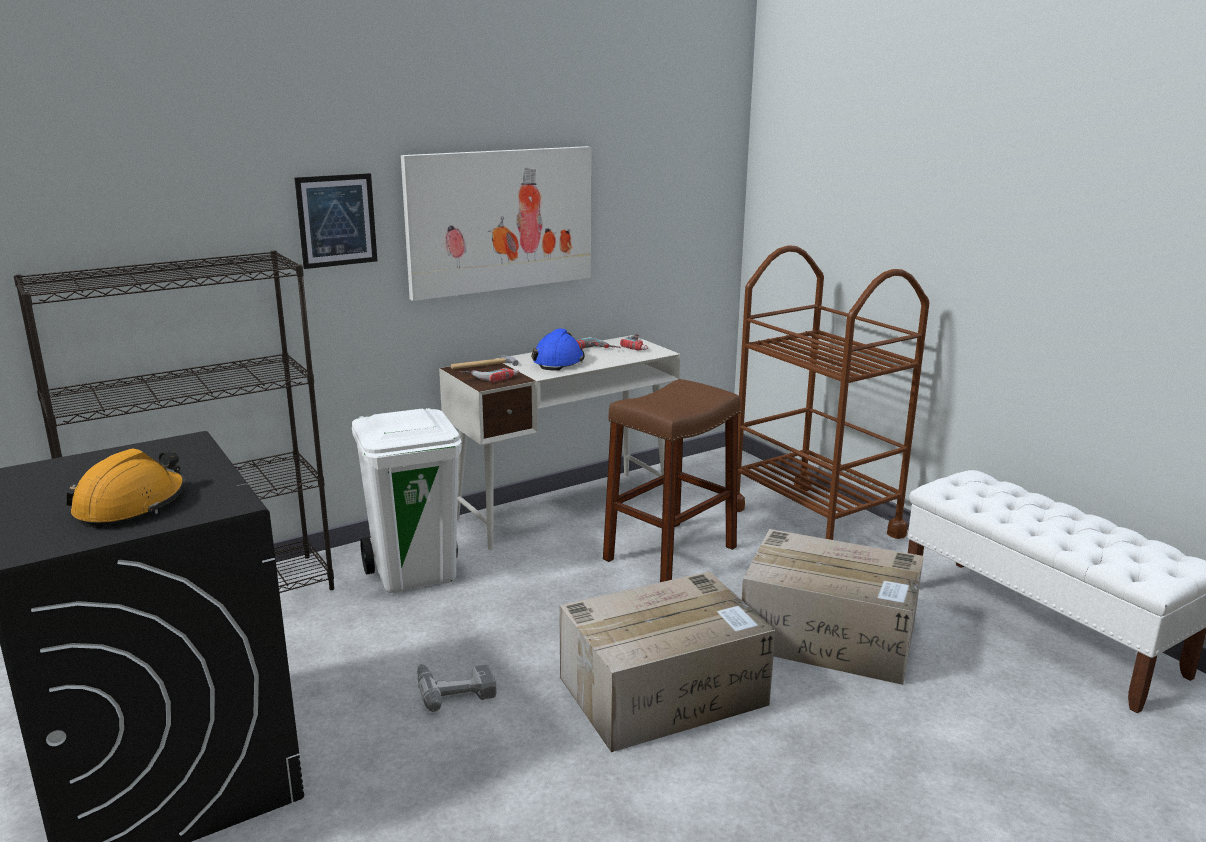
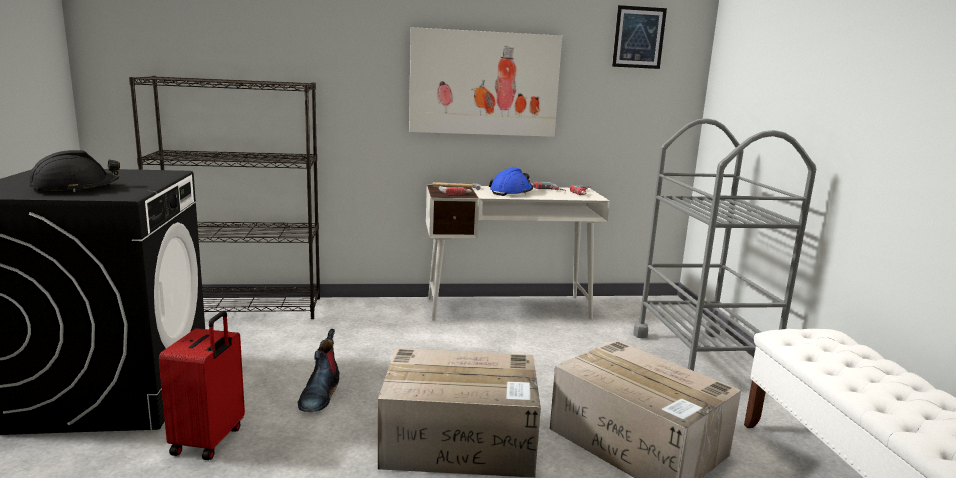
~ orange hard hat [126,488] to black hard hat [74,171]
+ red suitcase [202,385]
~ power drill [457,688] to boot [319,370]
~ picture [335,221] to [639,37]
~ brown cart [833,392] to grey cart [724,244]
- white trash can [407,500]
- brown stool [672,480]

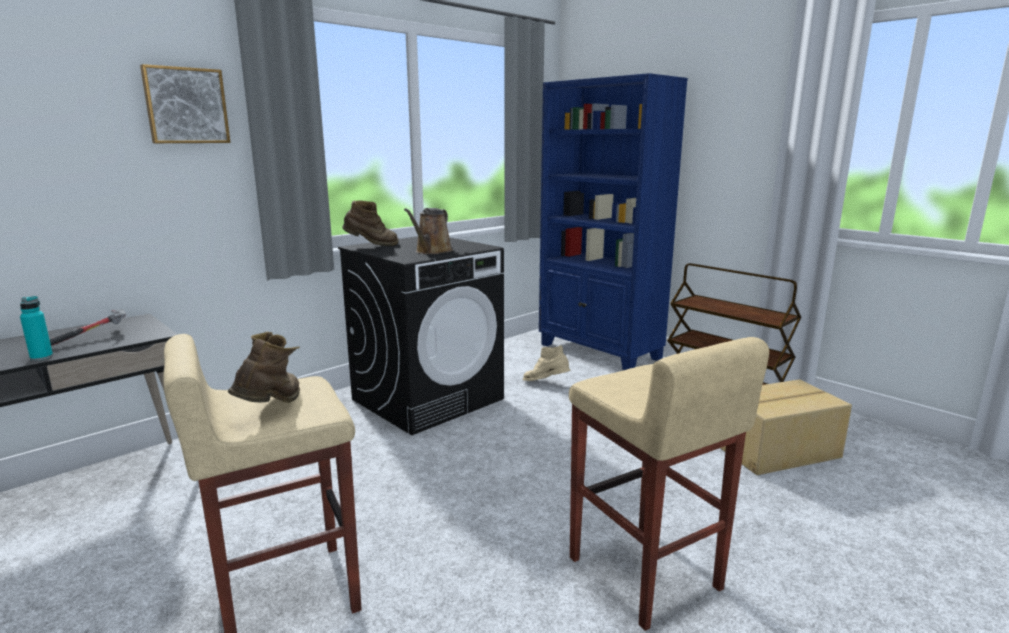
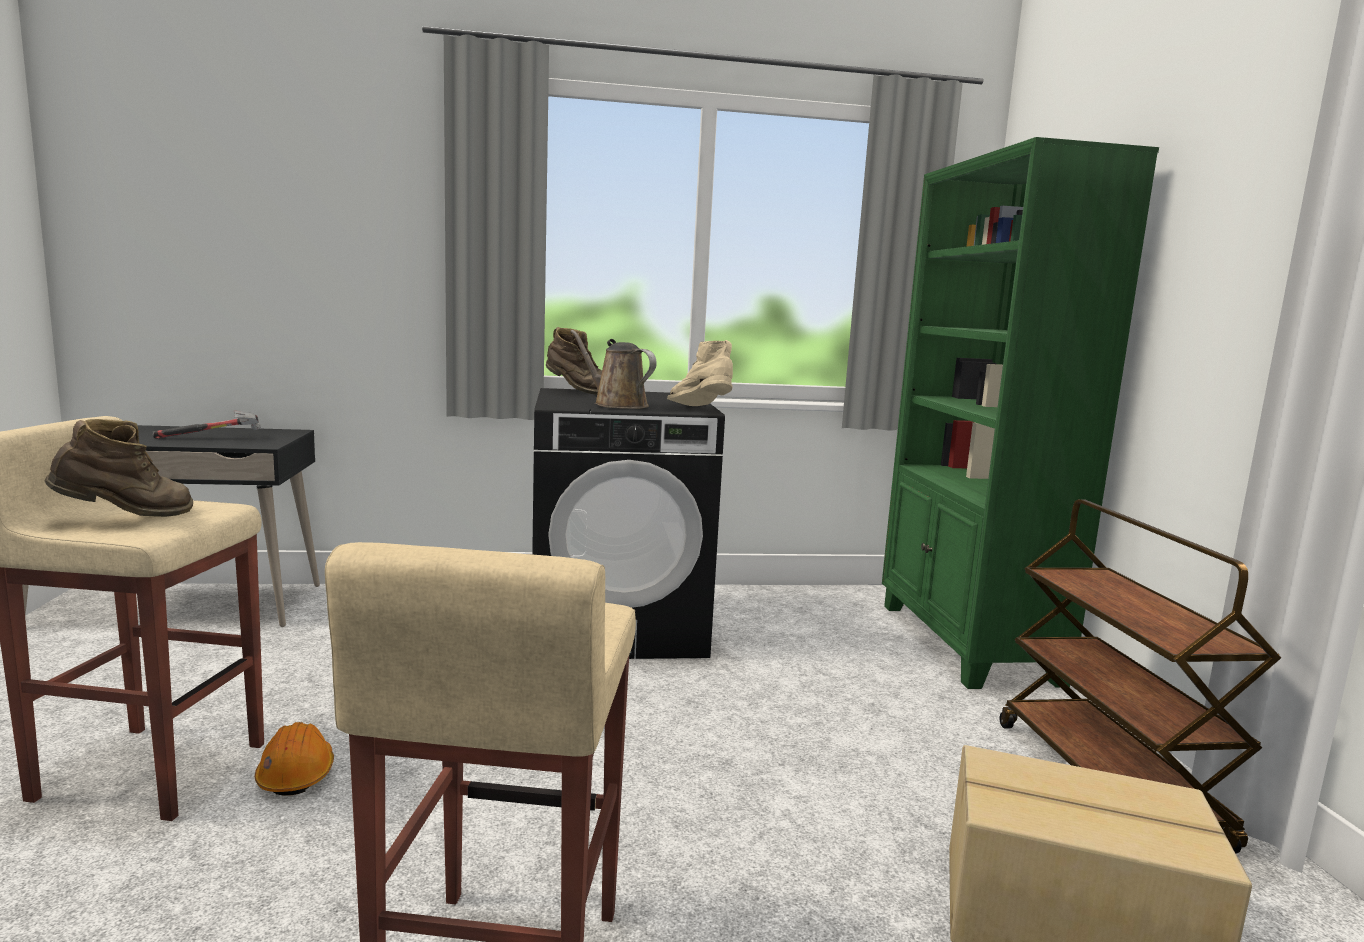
+ orange hard hat [294,759]
~ brown watering can [428,231] = [613,369] 75 degrees clockwise
~ beige boot [546,363] to [700,373]
~ blue bookcase [613,221] to green bookcase [1020,413]
- turquoise bottle [36,328]
- picture [185,103]

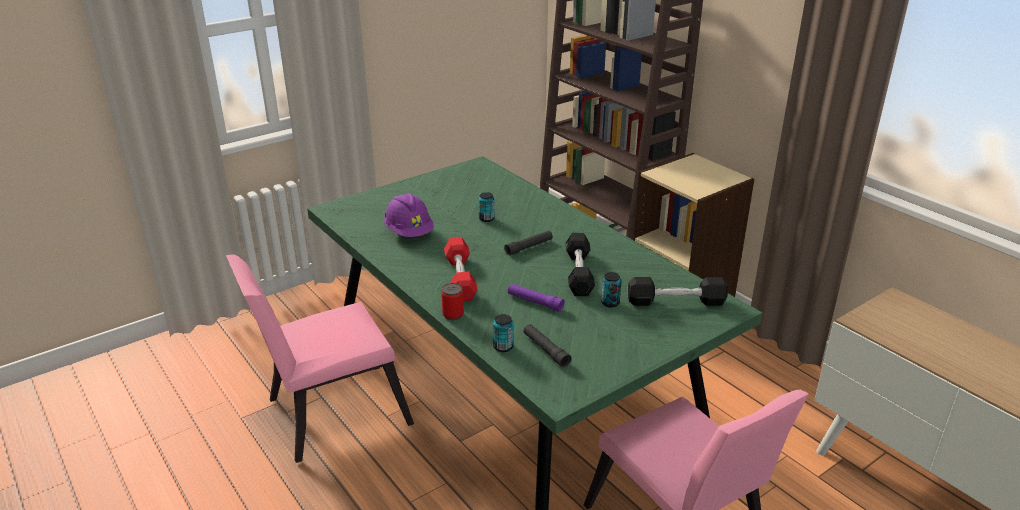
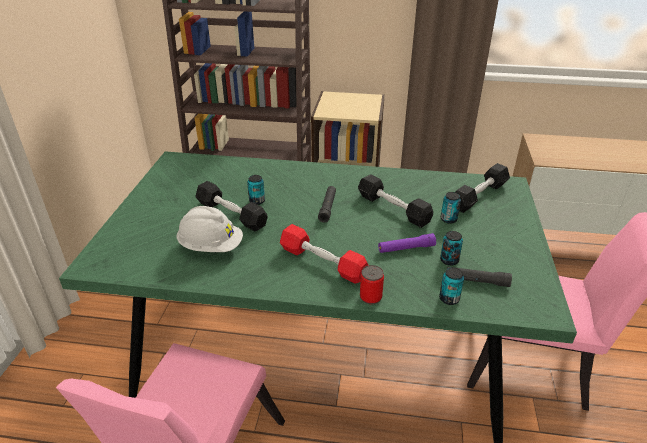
~ purple hard hat [409,215] to white hard hat [210,229]
+ black dumbbell [231,206]
+ can [451,248]

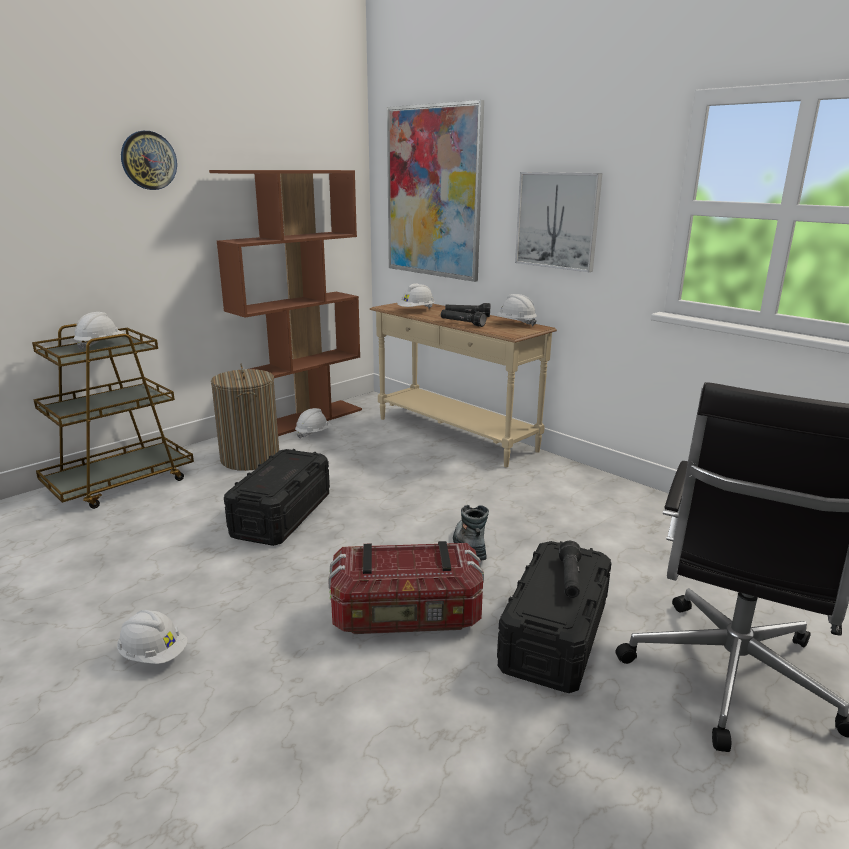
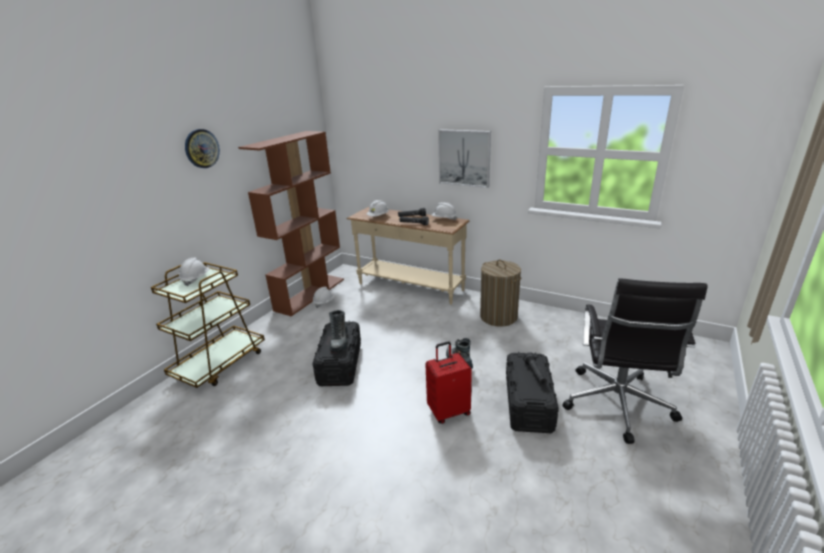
+ boot [338,331]
~ storage box [406,587] to red suitcase [448,382]
~ laundry basket [245,417] to [501,293]
- white hard hat [152,637]
- picture [435,191]

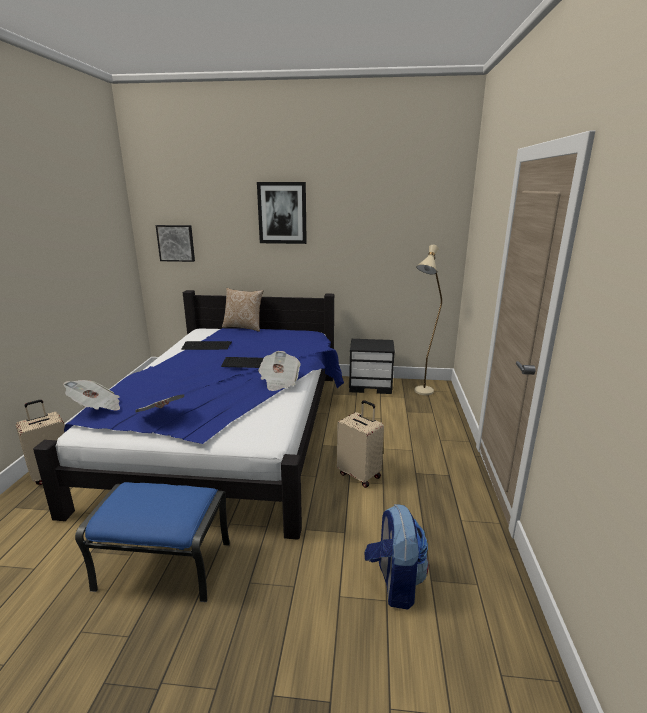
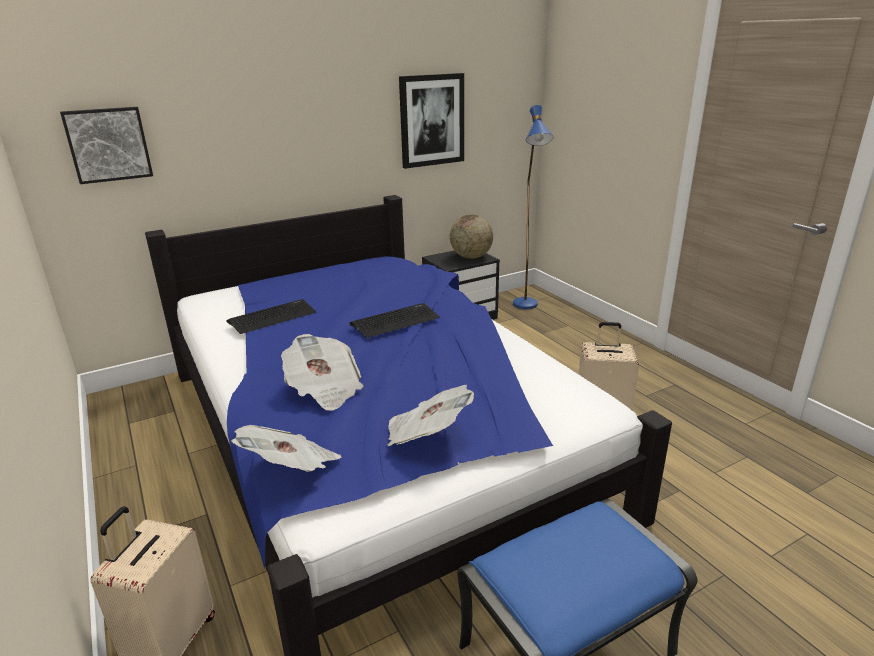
~ newspaper [279,371] to [322,372]
~ picture [282,213] to [431,121]
+ globe [471,236]
~ beige floor lamp [428,320] to blue floor lamp [533,207]
- pillow [243,310]
- backpack [396,557]

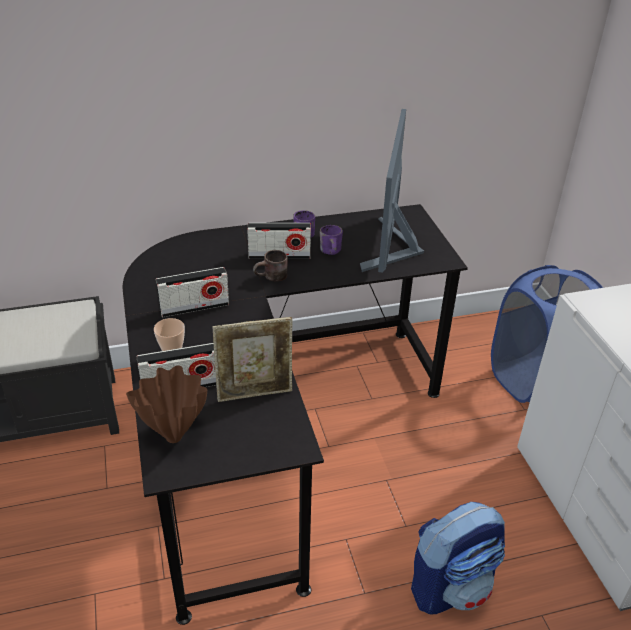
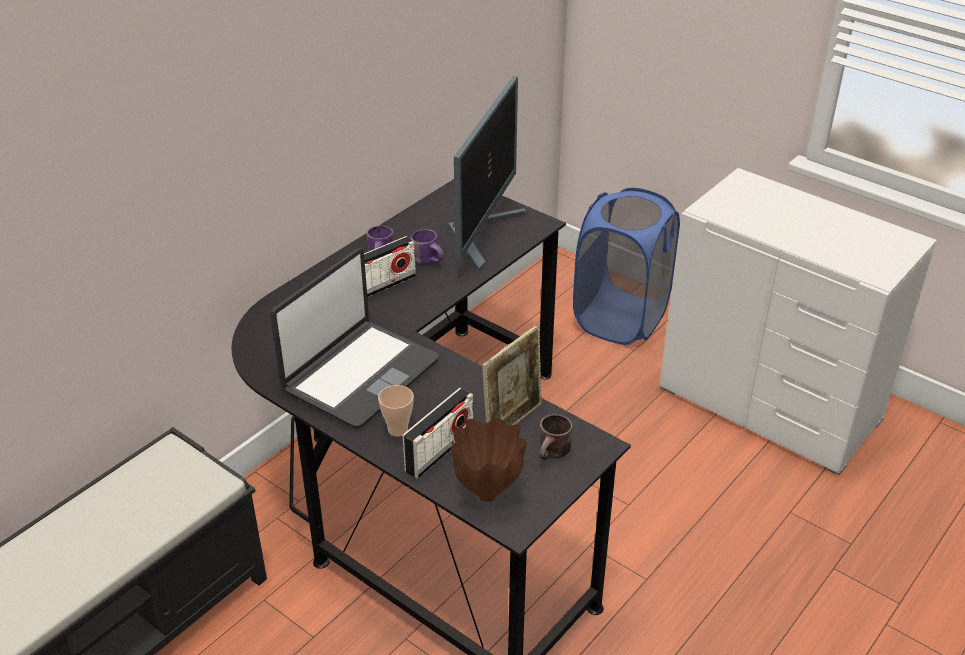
~ radio [192,292] to laptop [355,338]
~ monitor [392,191] = [487,173] 135 degrees counterclockwise
~ brown mug [270,265] to [556,437]
- backpack [458,558]

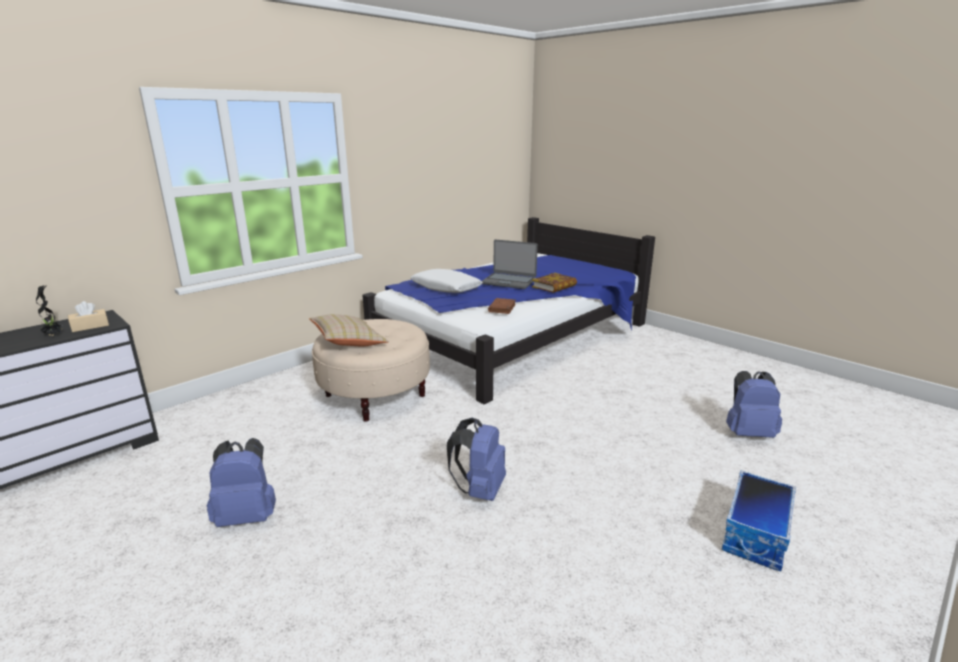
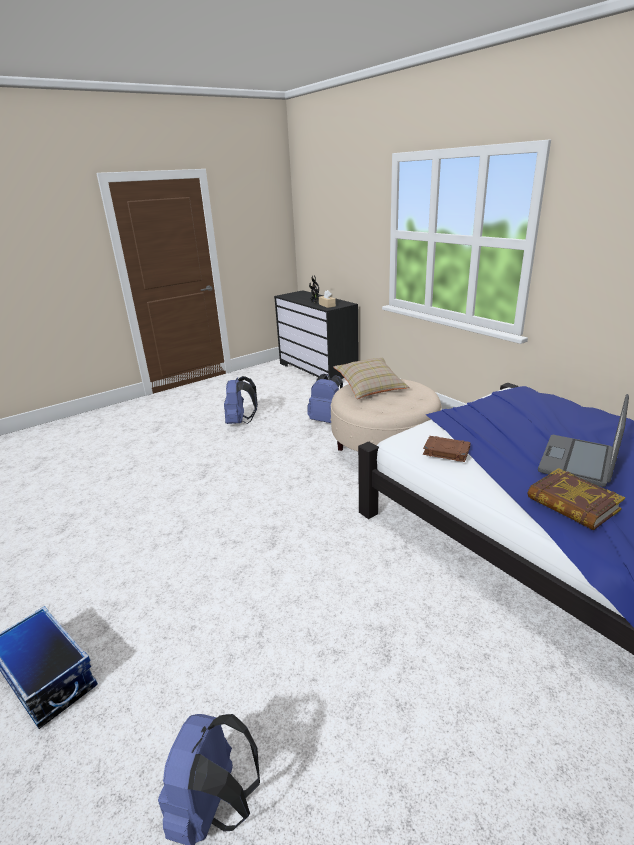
~ blue backpack [476,459] to [325,398]
- white pillow [446,281]

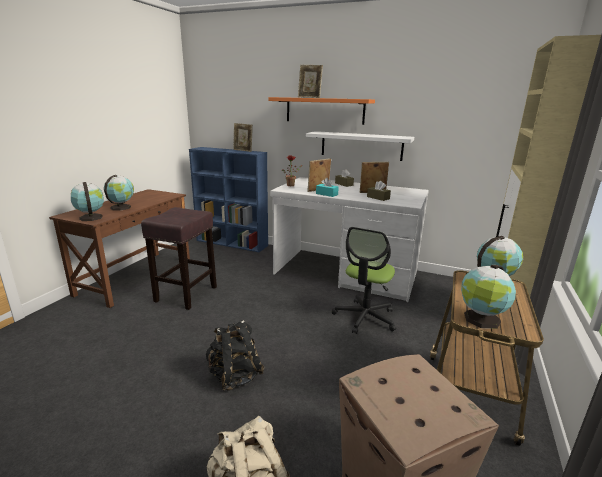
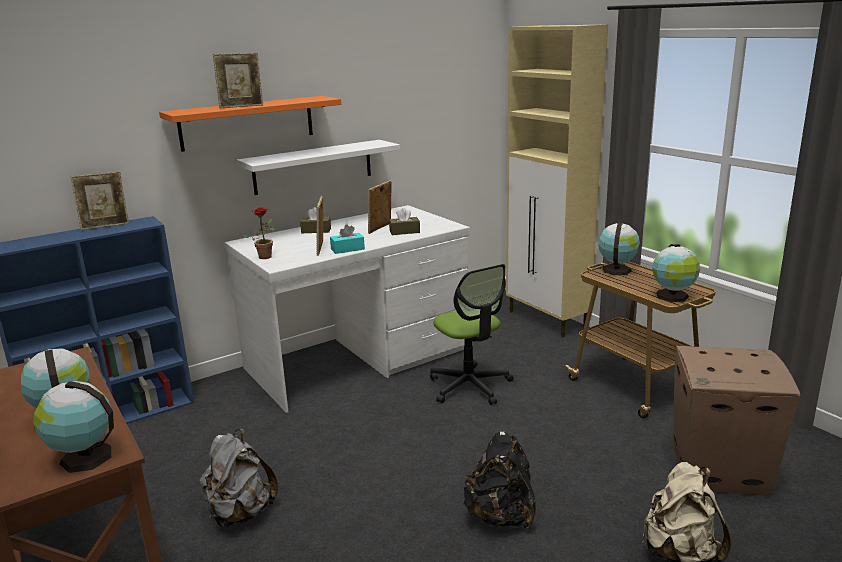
~ brown stool [179,258] to grey backpack [238,478]

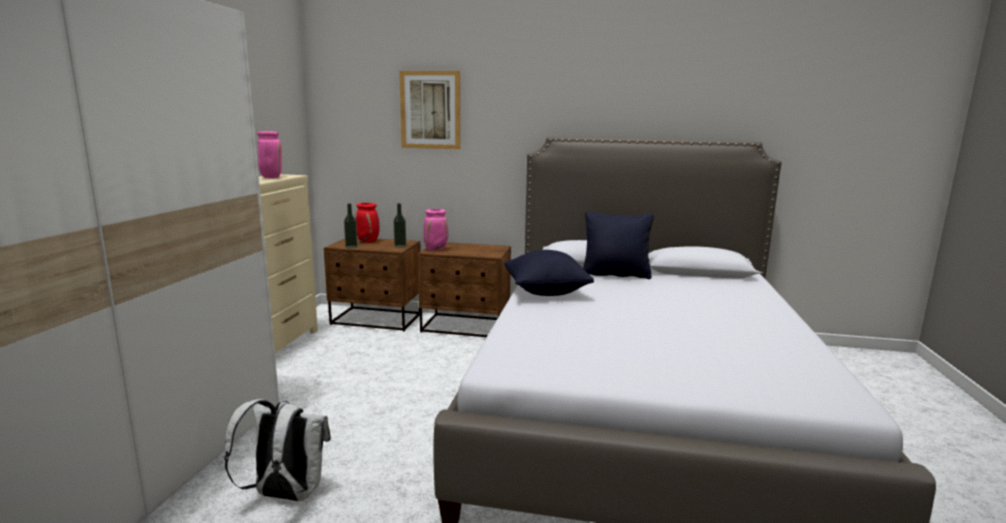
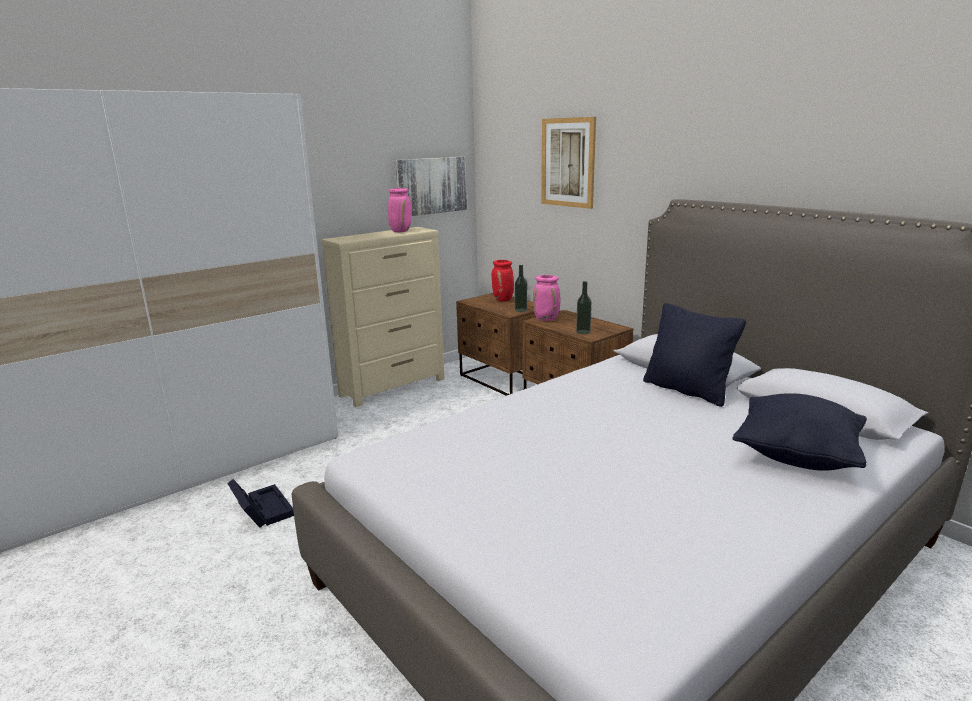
~ white backpack [277,450] to black storage box [260,503]
+ picture [430,186]
~ bottle [351,226] to [584,307]
~ black pillow [549,273] to [800,432]

